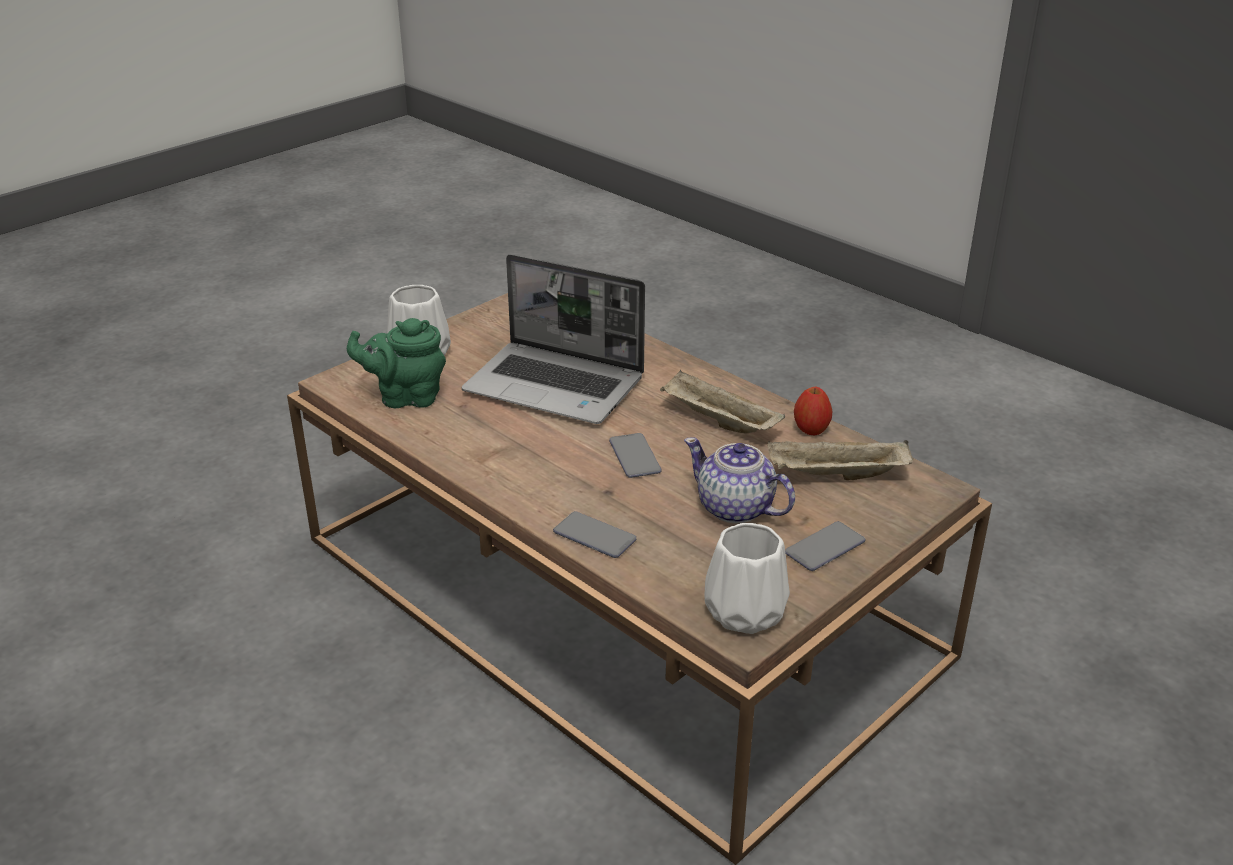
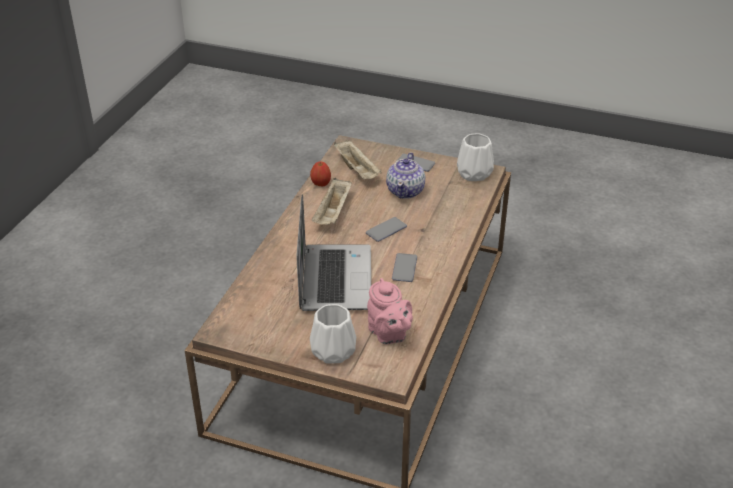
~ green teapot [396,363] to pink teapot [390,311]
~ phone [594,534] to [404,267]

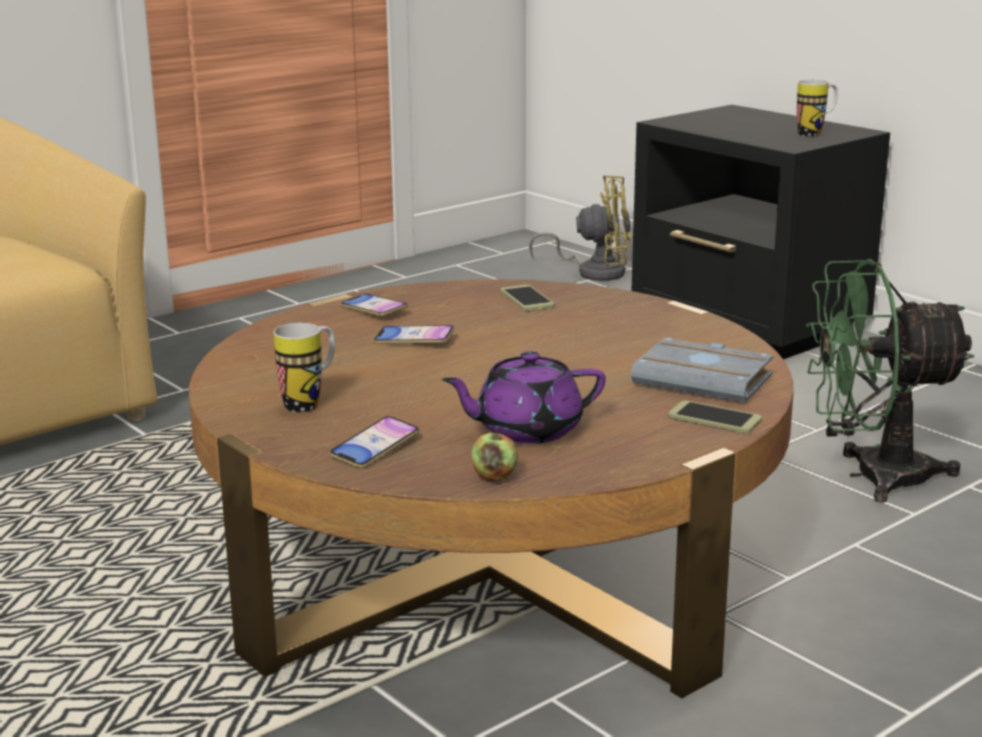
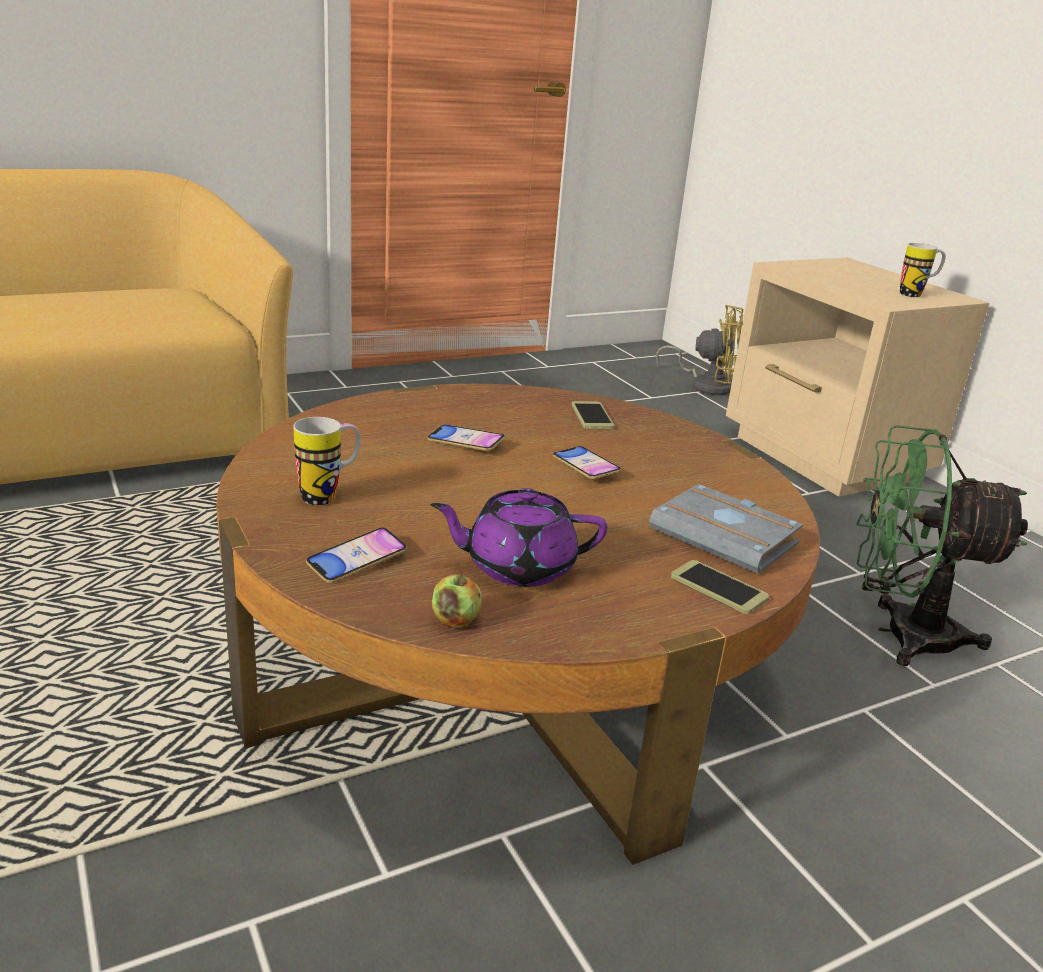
~ phone [374,305] to [587,462]
~ black nightstand [760,232] to beige nightstand [858,377]

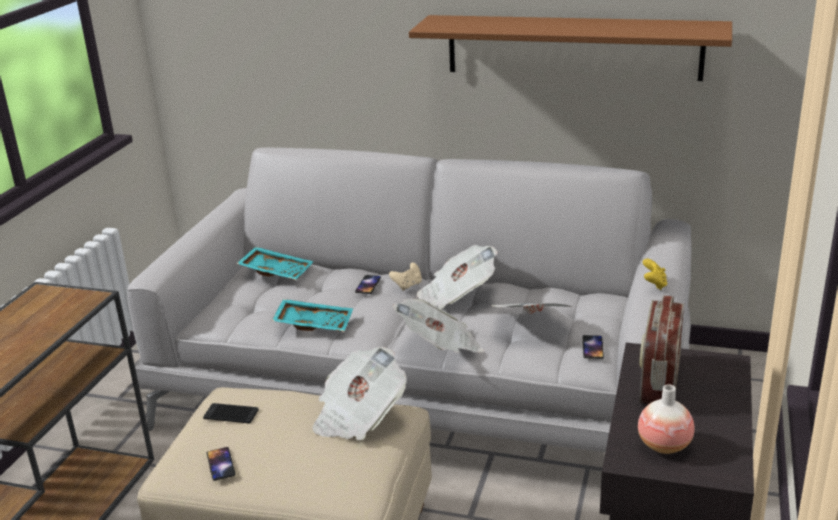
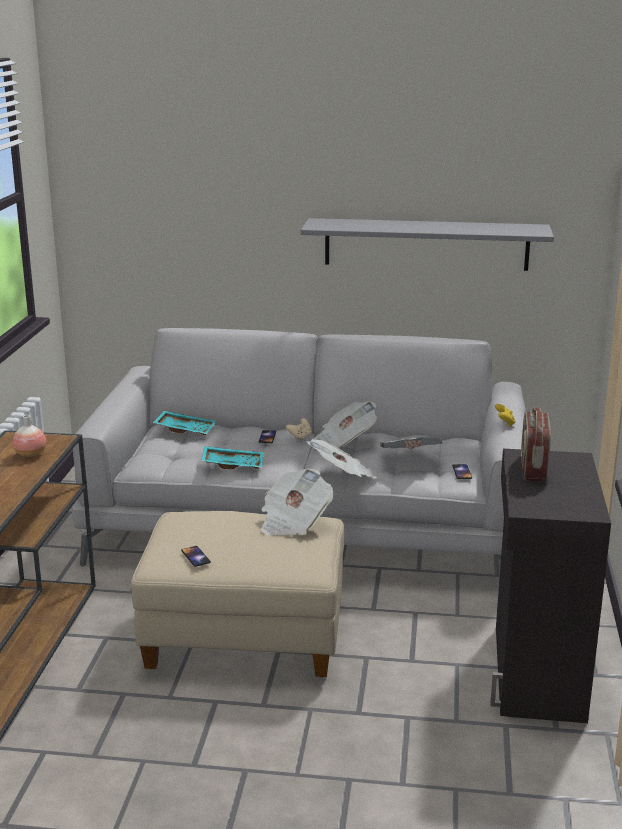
~ vase [666,419] to [29,436]
~ brown shelf [570,48] to grey shelf [427,244]
- phone [231,413]

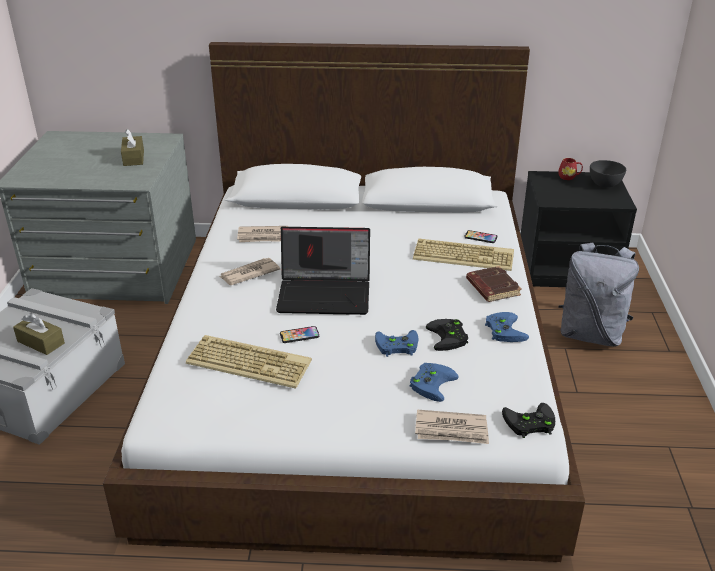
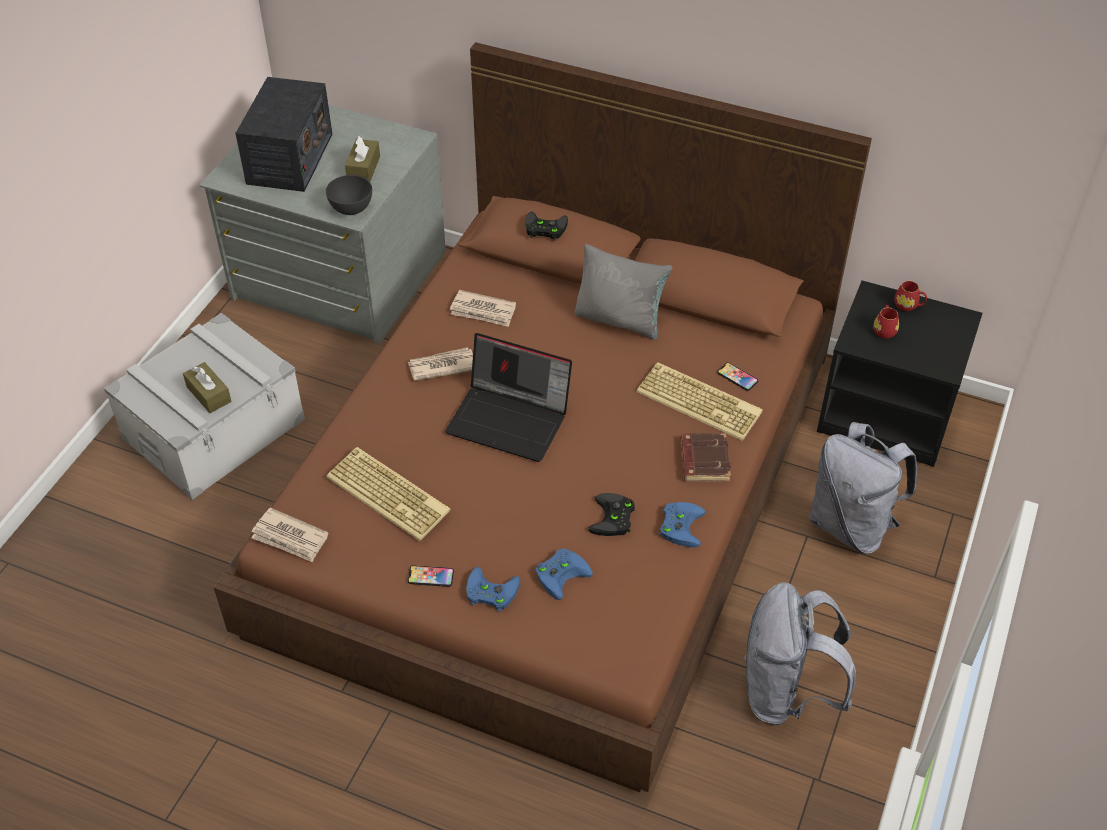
~ white bed [344,302] to brown bed [543,417]
+ radio [283,134]
~ newspaper [452,427] to [289,535]
~ grey bowl [608,174] to [349,195]
~ phone [299,334] to [431,576]
~ blue game controller [397,343] to [493,589]
~ black game controller [528,420] to [546,226]
+ grey pillow [623,291]
+ grey backpack [800,653]
+ red mug [886,322]

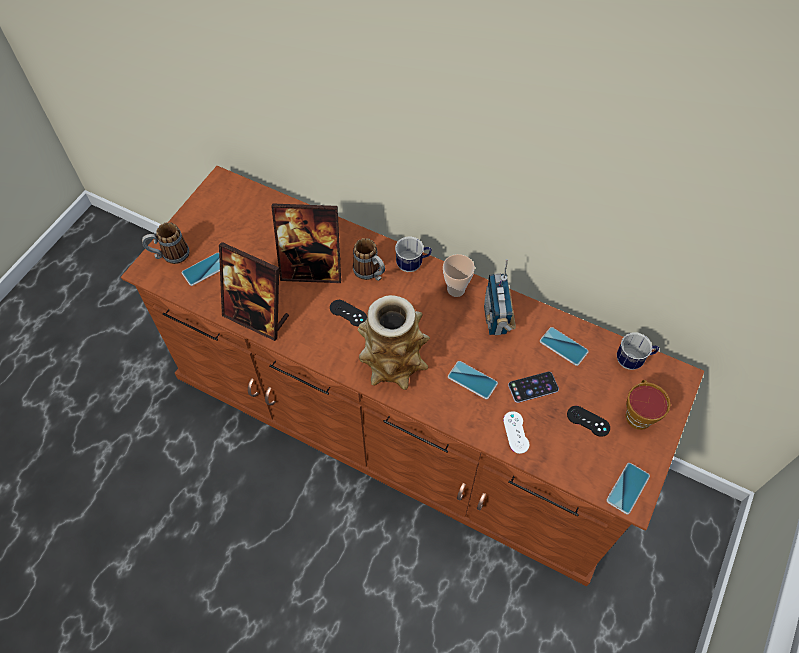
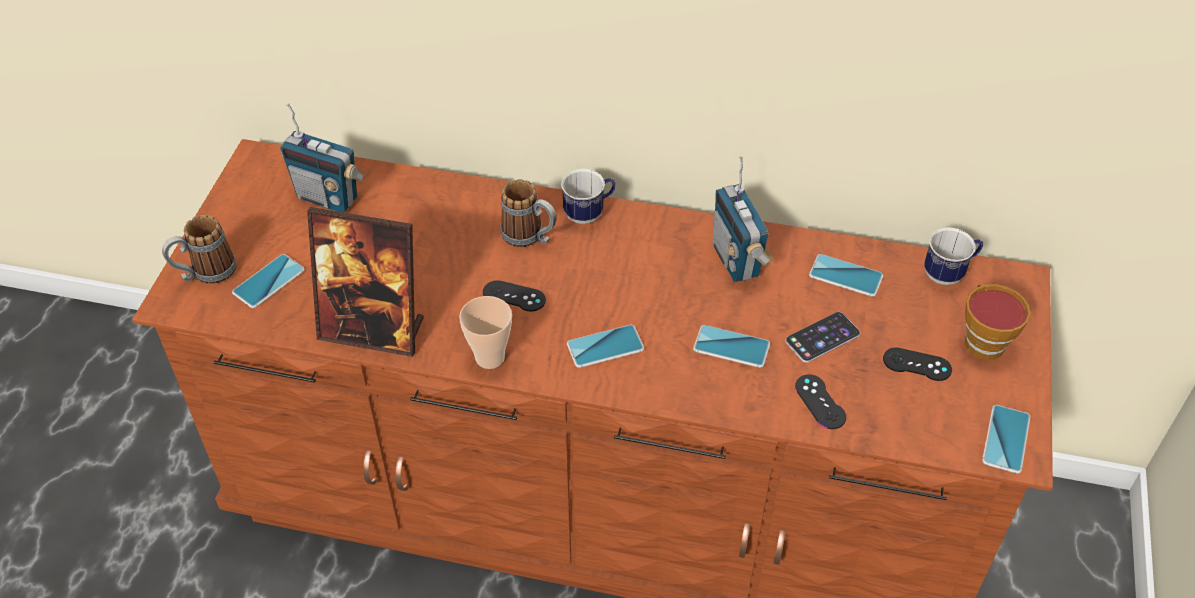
+ radio [322,158]
~ cup [459,275] to [485,332]
~ vase [394,342] to phone [605,346]
~ white game controller [516,432] to black game controller [820,401]
- picture frame [306,243]

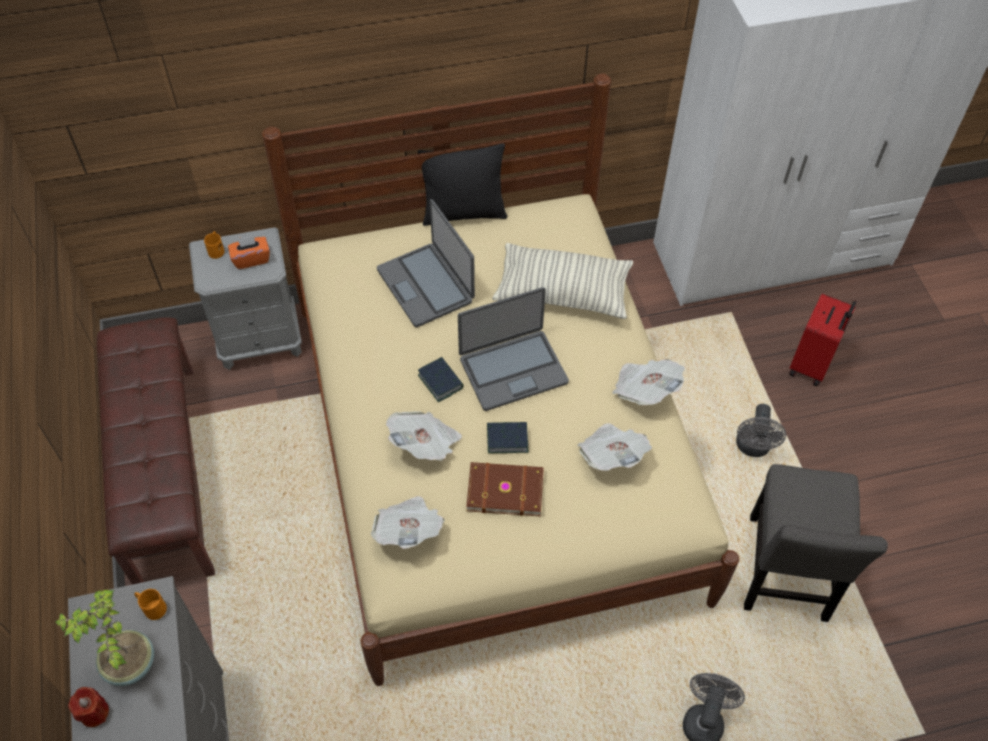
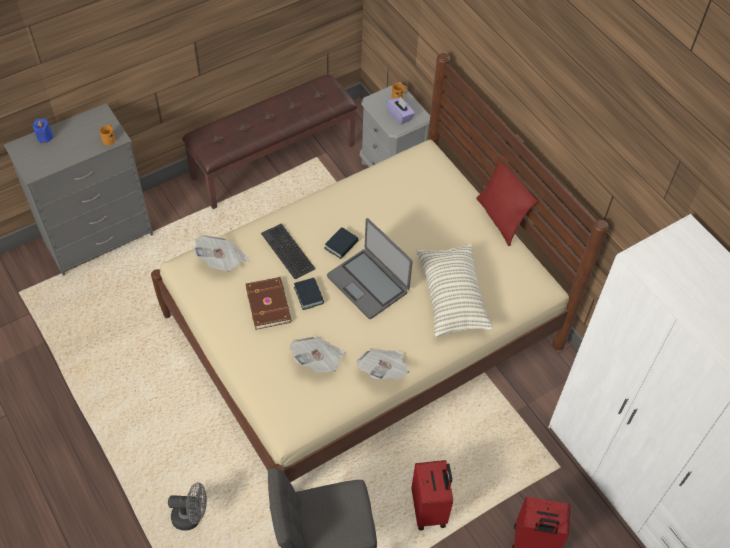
~ red candle [88,707] to blue candle [43,131]
~ newspaper [424,436] to keyboard [288,251]
~ orange tissue box [249,252] to purple tissue box [400,110]
~ grey fan [761,430] to red suitcase [432,495]
~ black pillow [462,184] to red pillow [507,200]
- potted plant [104,638]
- laptop [426,263]

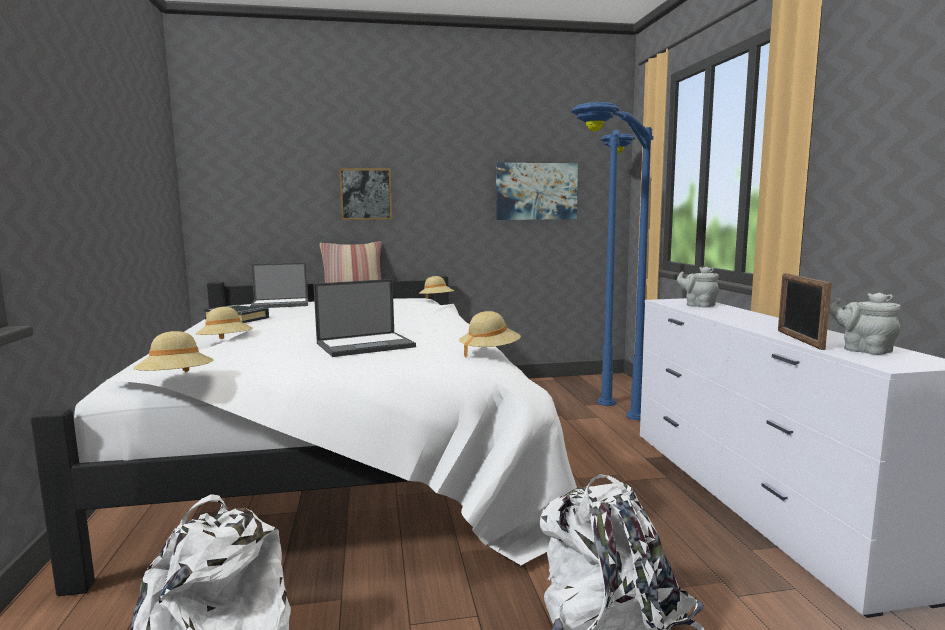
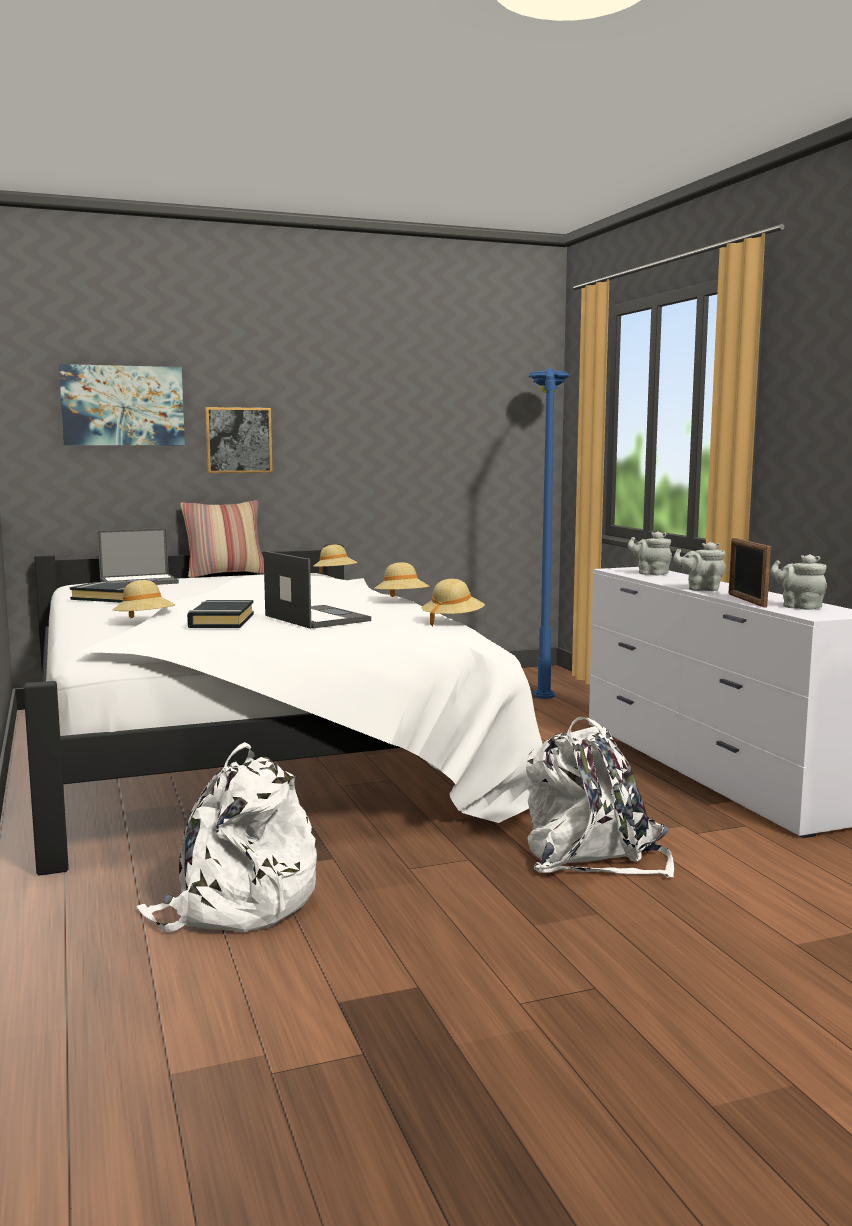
~ picture [537,191] to [122,404]
+ black book [220,614]
~ laptop [364,318] = [317,590] 90 degrees counterclockwise
~ beige hat [174,351] to [402,579]
+ grey teapot [700,566]
- blue floor lamp [612,261]

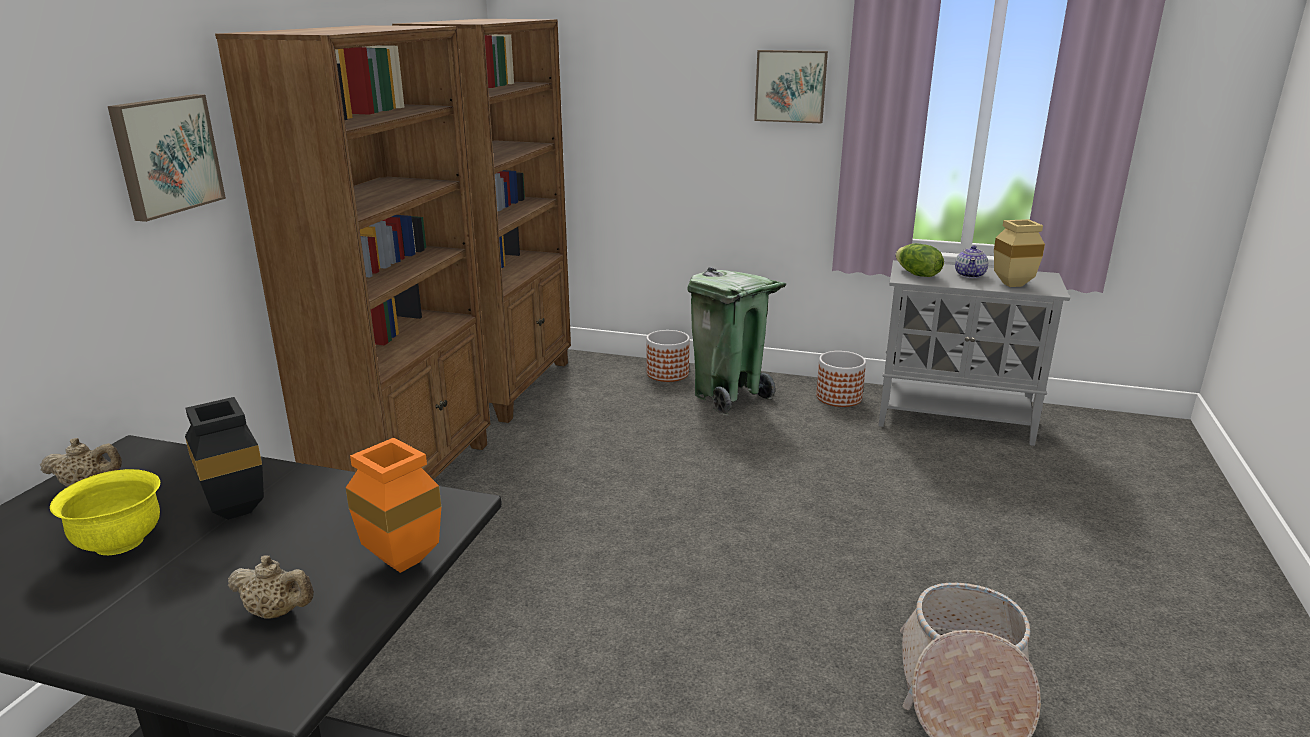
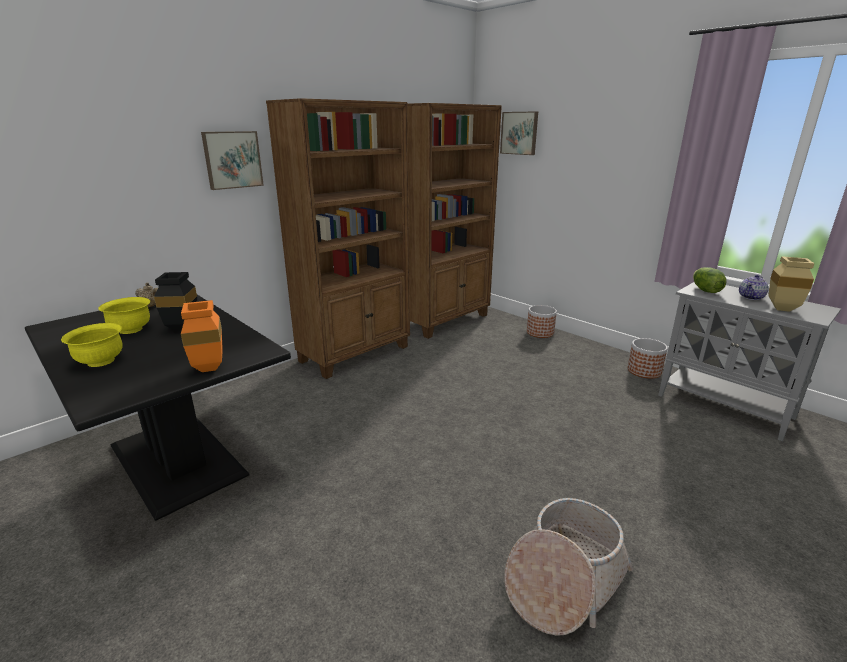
+ yellow bowl [92,345]
~ picture [791,86] to [519,133]
- beige teapot [271,587]
- green trash can [736,341]

